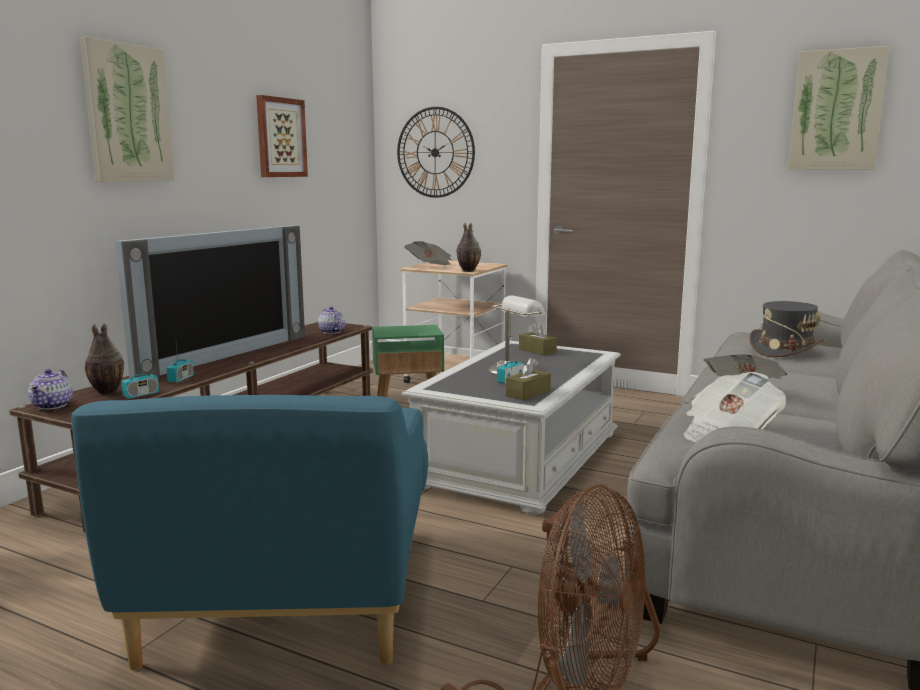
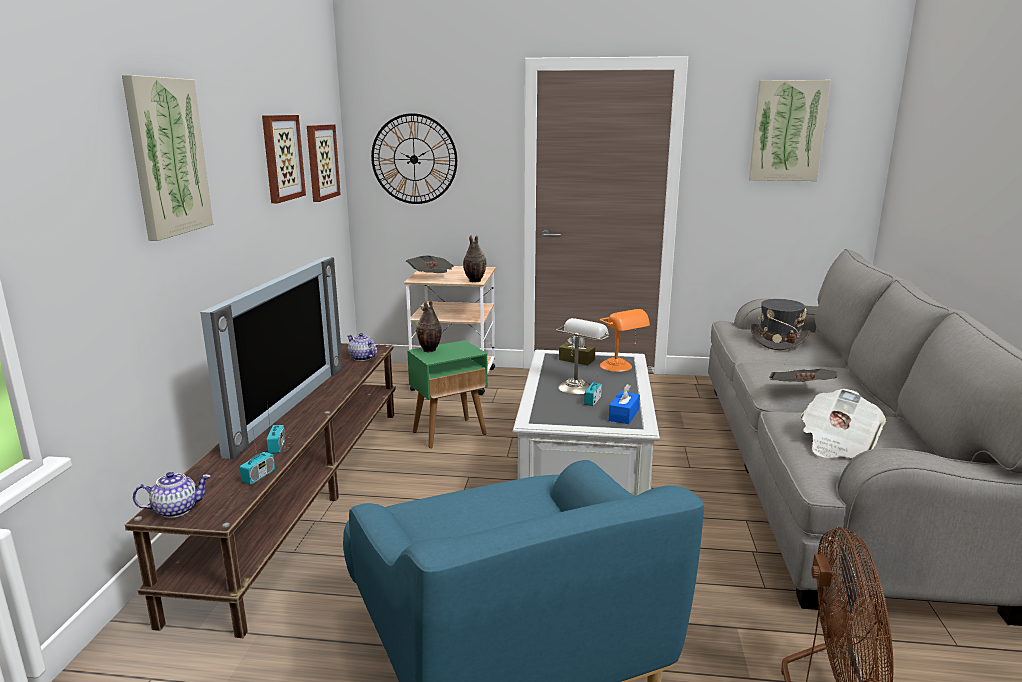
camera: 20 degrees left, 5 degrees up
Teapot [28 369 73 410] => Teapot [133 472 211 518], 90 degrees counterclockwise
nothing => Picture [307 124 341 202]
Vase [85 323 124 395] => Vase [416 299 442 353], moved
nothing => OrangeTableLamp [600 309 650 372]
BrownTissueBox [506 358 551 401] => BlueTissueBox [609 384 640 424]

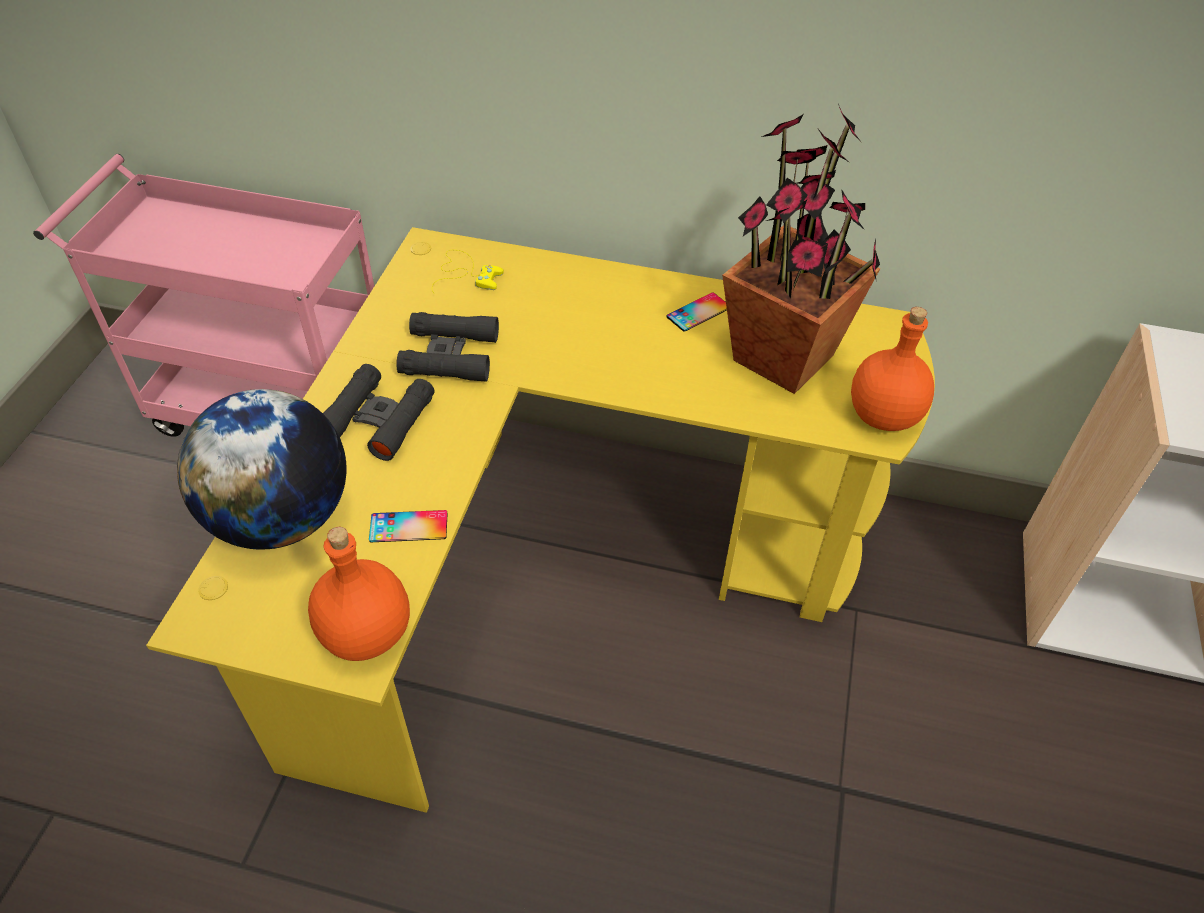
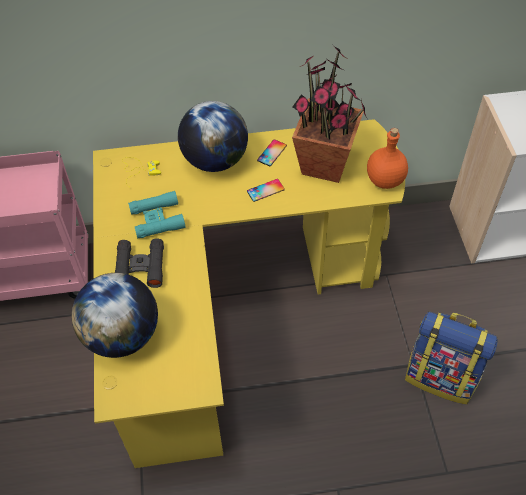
camera: 20 degrees left, 5 degrees up
BlackBinoculars [397 312 499 382] => TurquoiseBinoculars [128 191 186 239]
nothing => Globe [178 101 248 172]
Phone [369 510 447 542] => Phone [247 179 285 202], moved
nothing => Backpack [405 311 497 405]
OrangeBottle [308 527 410 661] => nothing

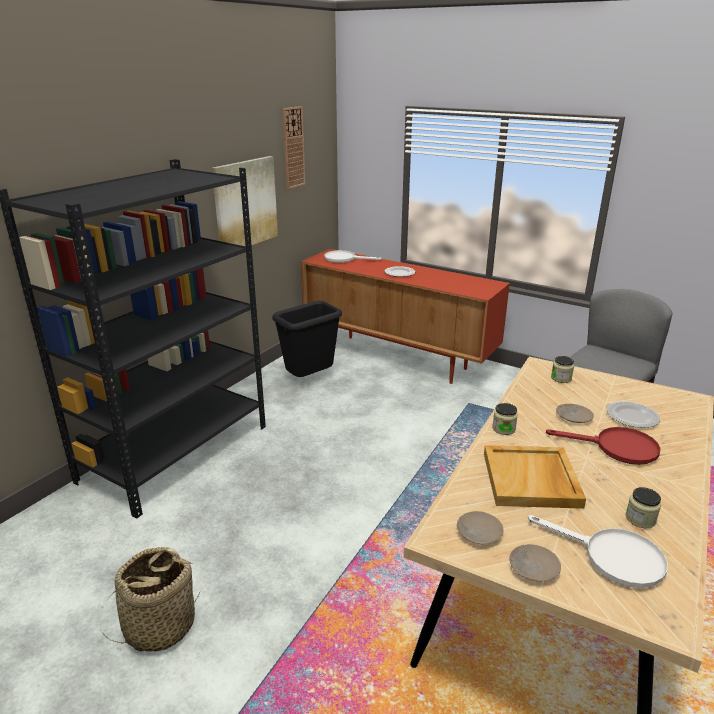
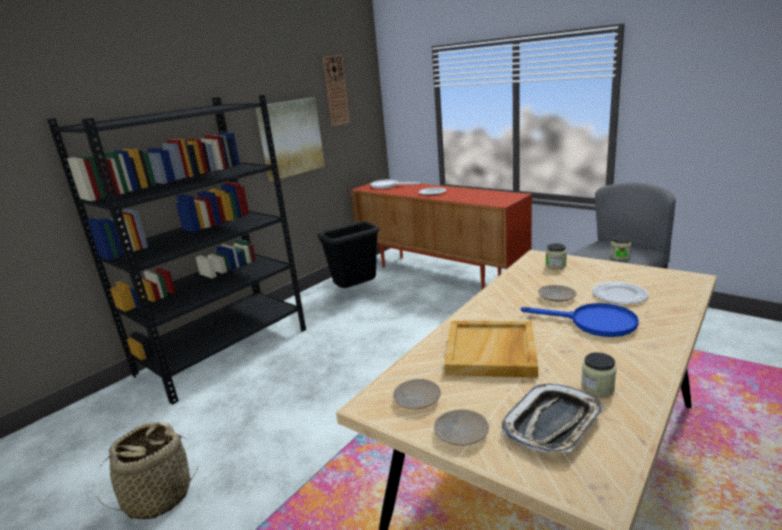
camera: 10 degrees right, 5 degrees down
WhiteFryingPan [528 515 668 588] => Tray [502 383 602 452]
RedFryingPan [546 427 660 465] => BlueFryingPan [521 303 639 337]
Jar [492 403 518 435] => Jar [610 236 631 260], moved

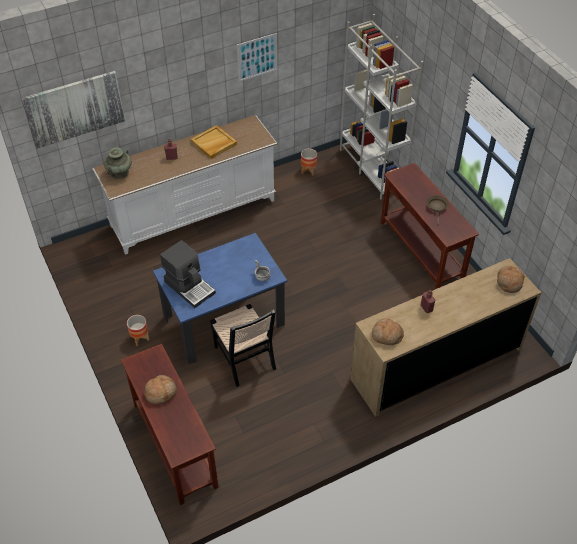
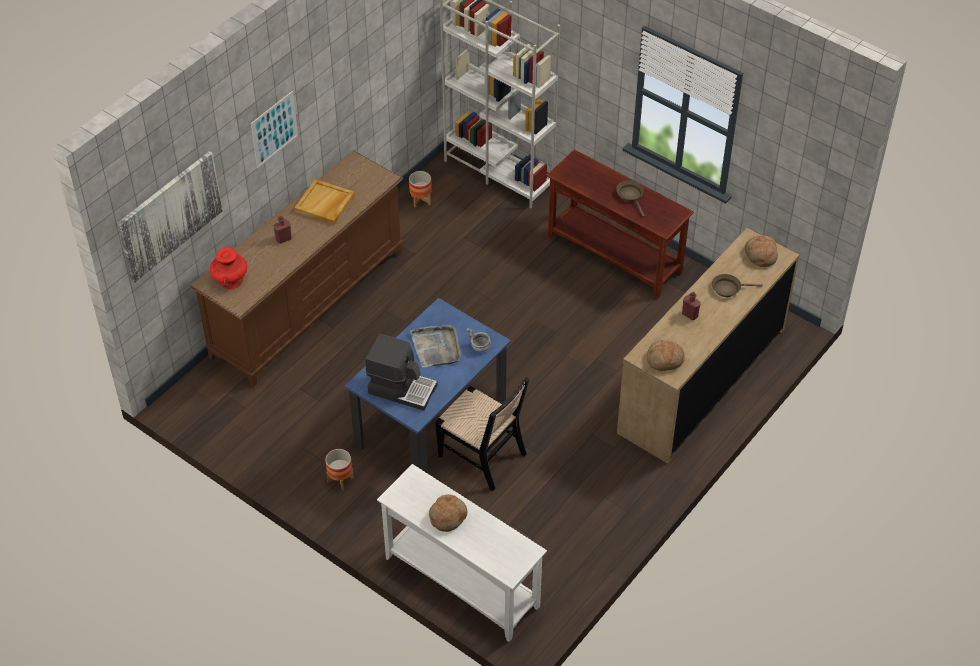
camera: 25 degrees left, 0 degrees up
WhiteCabinet [92 115 278 255] => BrownCabinet [190 150 404 387]
TurquoiseVase [104 147 132 179] => RedVase [210 247 247 290]
Picture [237 33 277 82] => Picture [251 91 298 168], moved
BrownConsoleTable [121 344 219 505] => WhiteConsoleTable [377 464 547 642]
nothing => GreyTray [410 325 462 368]
nothing => BrownFryingPan [712 274 763 297]

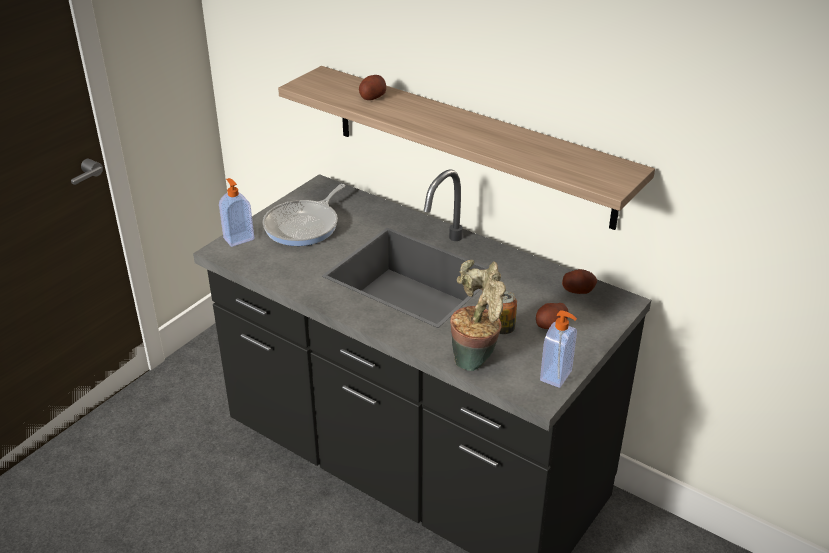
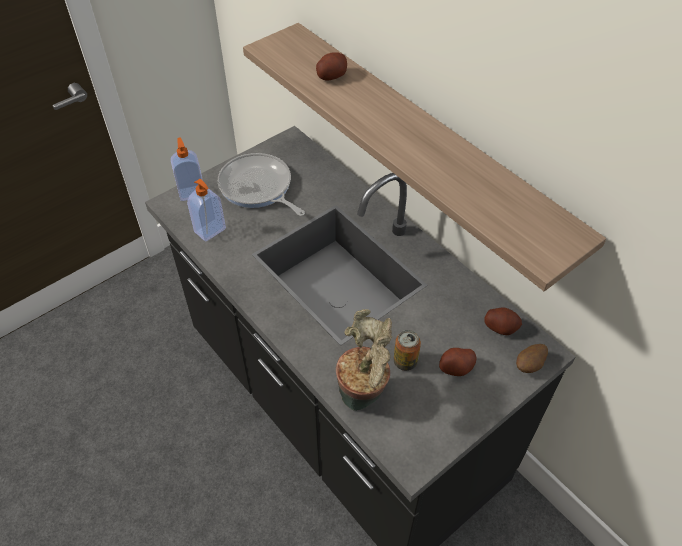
camera: 15 degrees right, 15 degrees up
SoapDispenser [540 311 577 388] => SoapDispenser [187 179 226 242], moved
FryingPan [263 184 345 246] => FryingPan [218 153 305 216], 90 degrees clockwise
nothing => Potato [516 344 548 373]

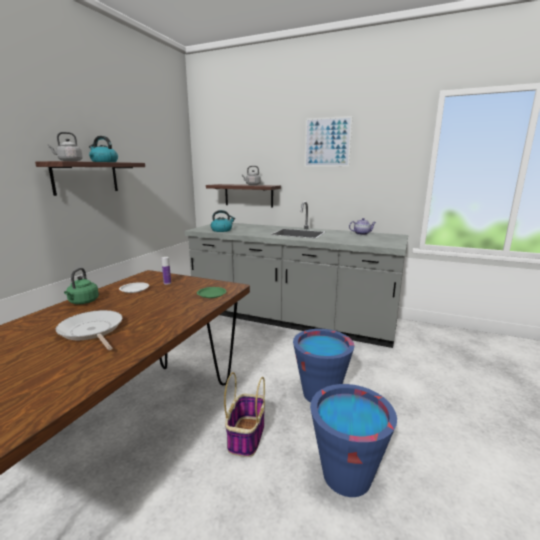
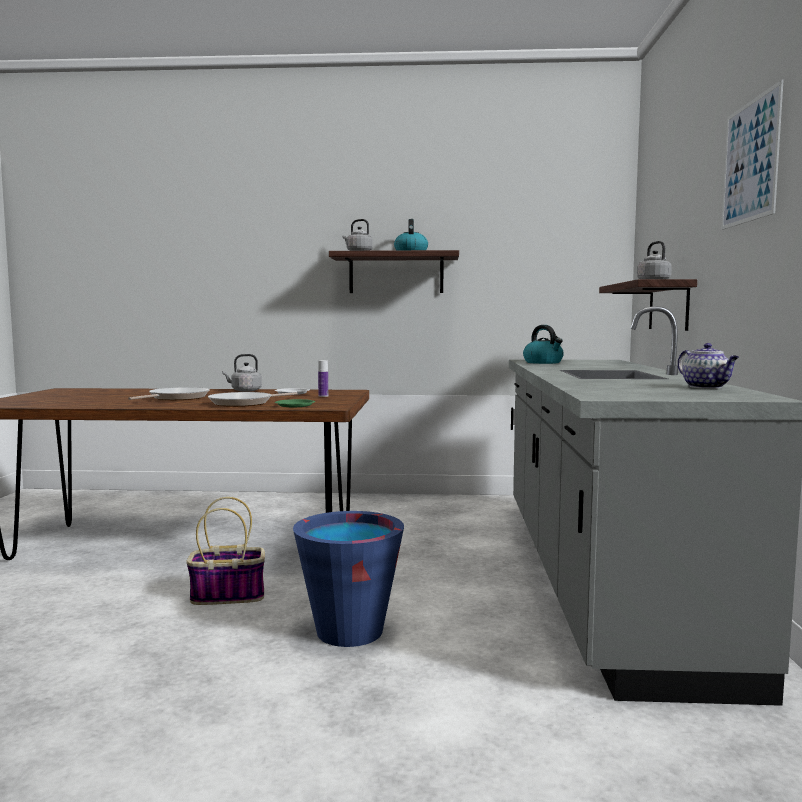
camera: 70 degrees right, 10 degrees down
nothing => FryingPan [208 392 298 407]
GreenKettle [64 268 99 304] => GreyKettle [222 354 262 392]
BlueBucket [310 384 397 497] => nothing

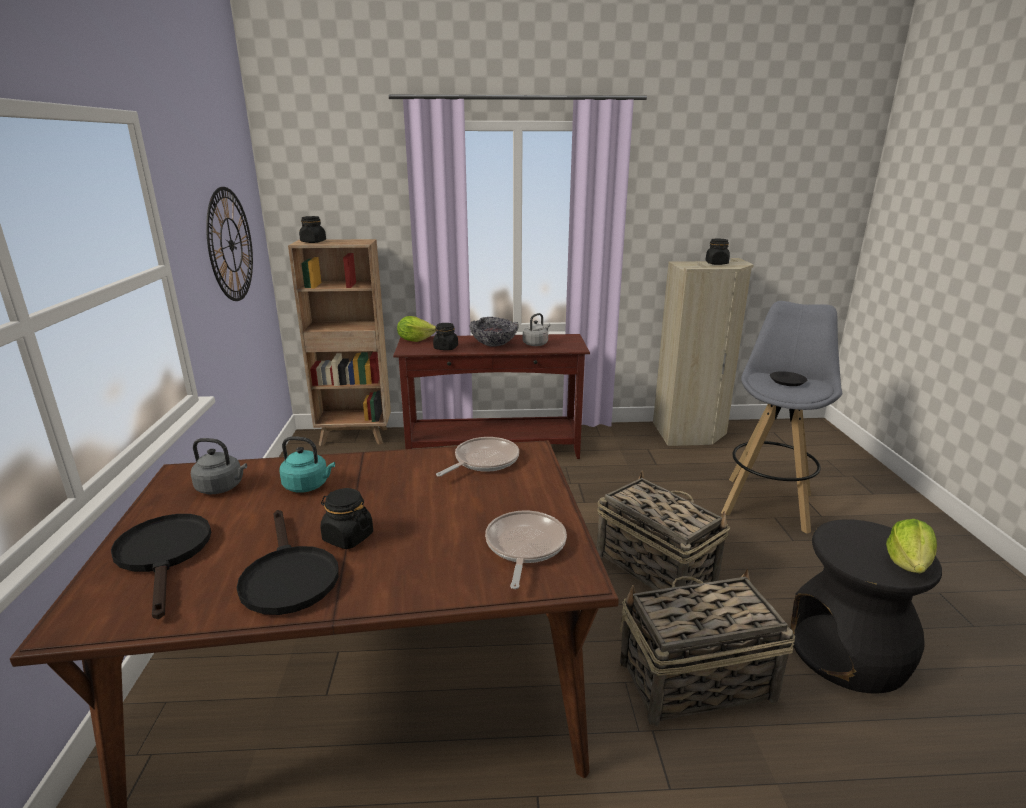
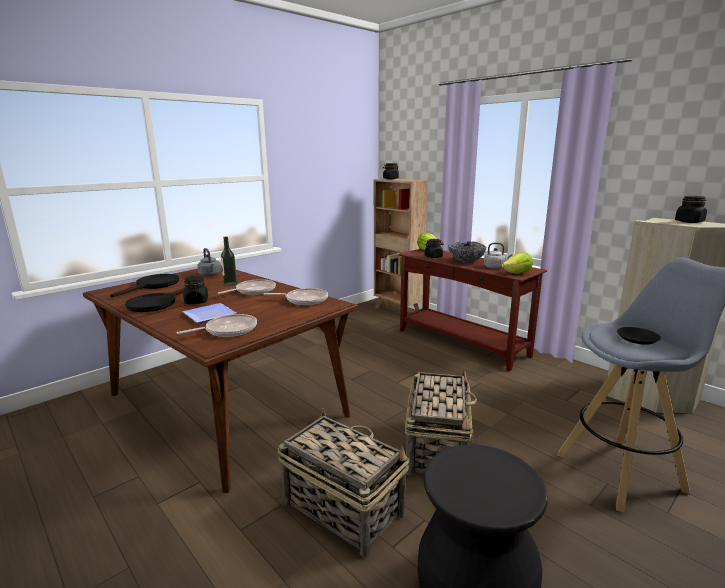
camera: 50 degrees right, 5 degrees down
nothing => Plate [183 303 236 323]
nothing => FryingPan [218 279 276 295]
TurquoiseKettle [279 436 335 493] => Bottle [221 236 237 286]
Lettuce [886 519 937 573] => Lettuce [501 252 533 274], moved
WallClock [206 187 253 301] => nothing

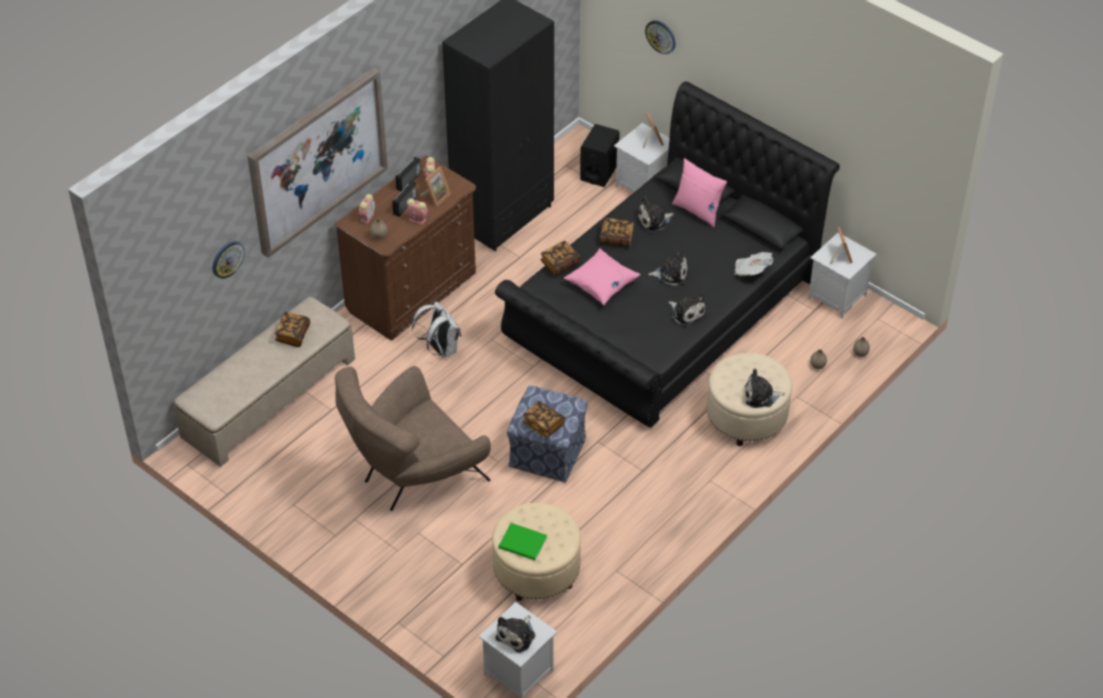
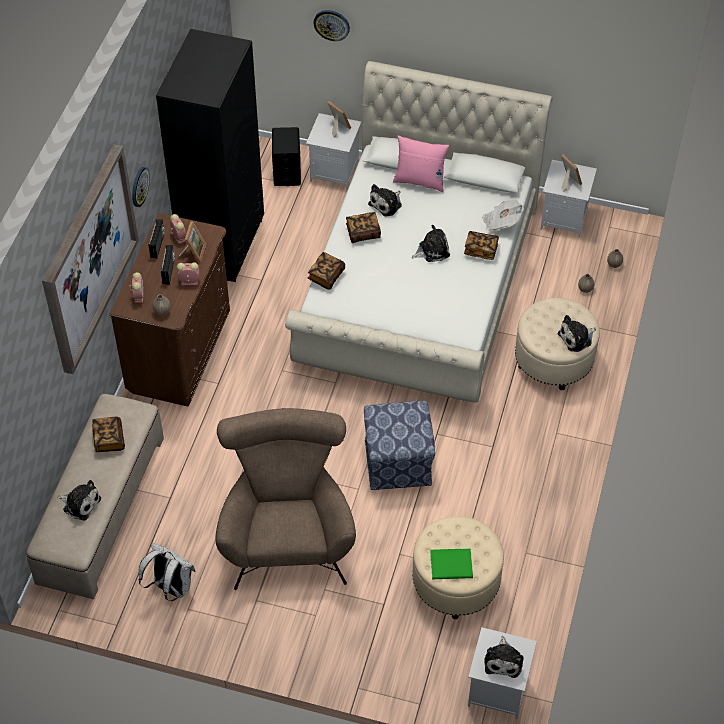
camera: 25 degrees left, 5 degrees up
PlushToy [669 294 706 327] => PlushToy [57 480 101 521], moved
WallClock [213 241 245 279] => WallClock [132 167 150 207], moved
WhiteBackpack [412 301 462 358] => WhiteBackpack [139 543 196 601], moved
BrownArmchair [335 366 491 511] => BrownArmchair [215 408 356 590], 150 degrees clockwise
BlackBed [495 81 840 427] => BeigeBed [285 61 552 403]
Book [522 401 565 438] => Book [464 231 499 260], moved
PinkPillow [564 248 641 305] => nothing

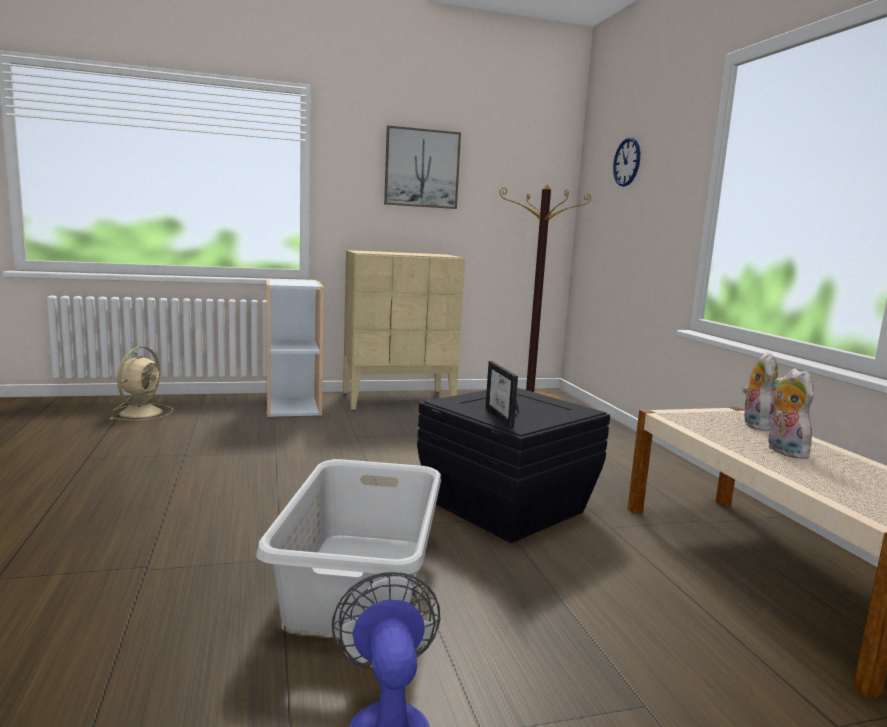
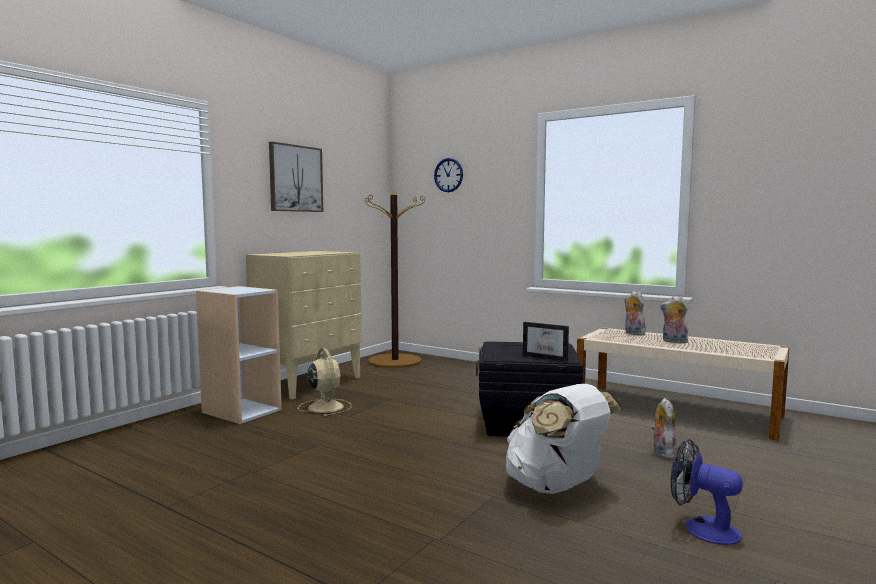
camera: 40 degrees left, 5 degrees down
BeigeFan [109 347 173 420] => BeigeFan [298 348 351 417], moved
GreyLaundryBasket [256 459 441 634] => WhiteBackpack [506 384 621 494]
nothing => PlushToy [651 398 677 459]

